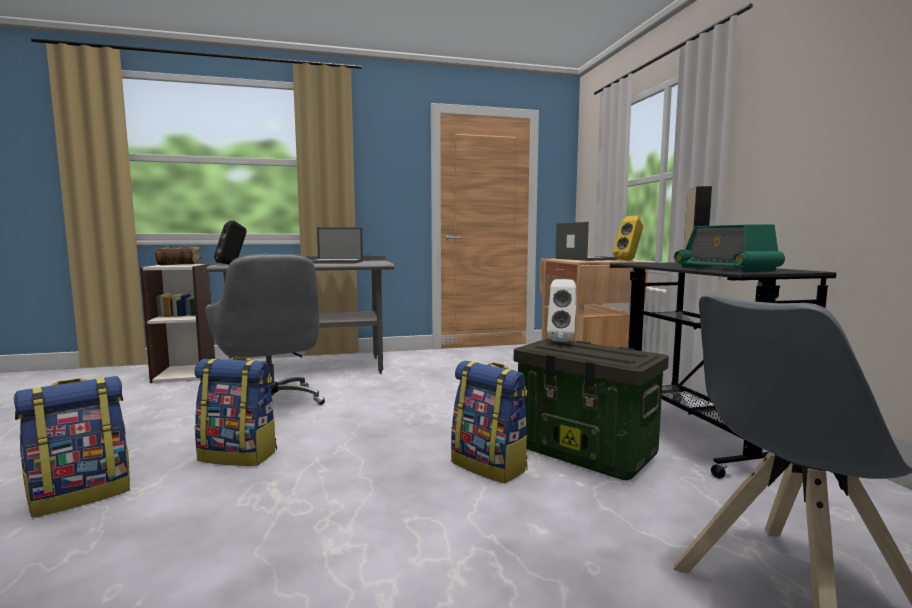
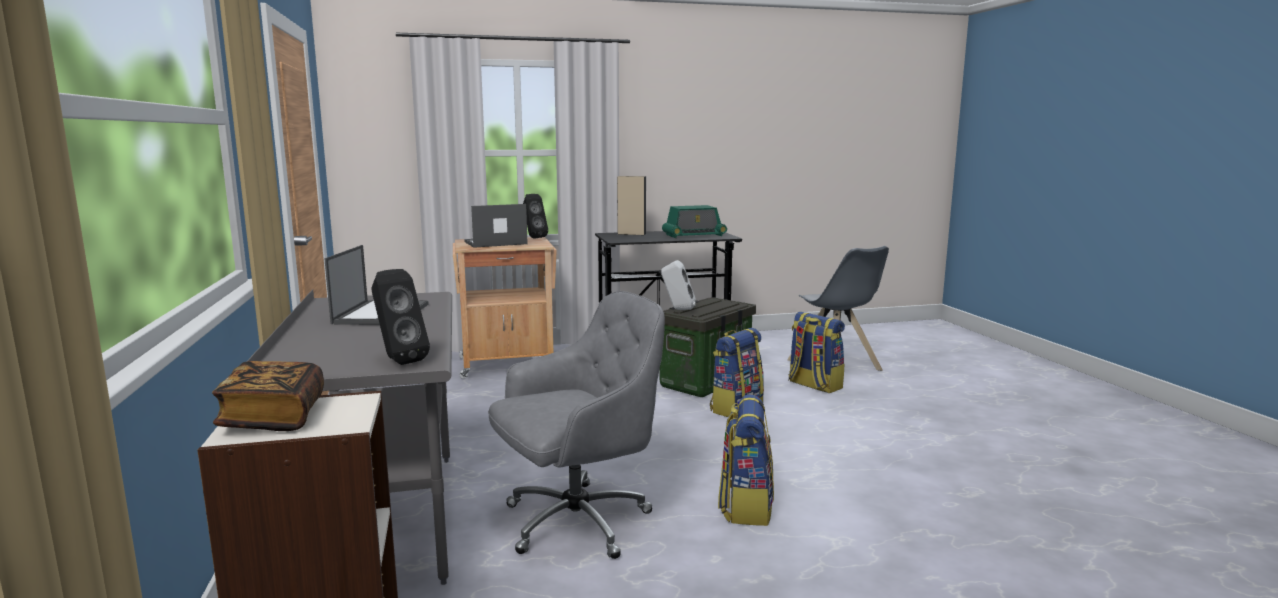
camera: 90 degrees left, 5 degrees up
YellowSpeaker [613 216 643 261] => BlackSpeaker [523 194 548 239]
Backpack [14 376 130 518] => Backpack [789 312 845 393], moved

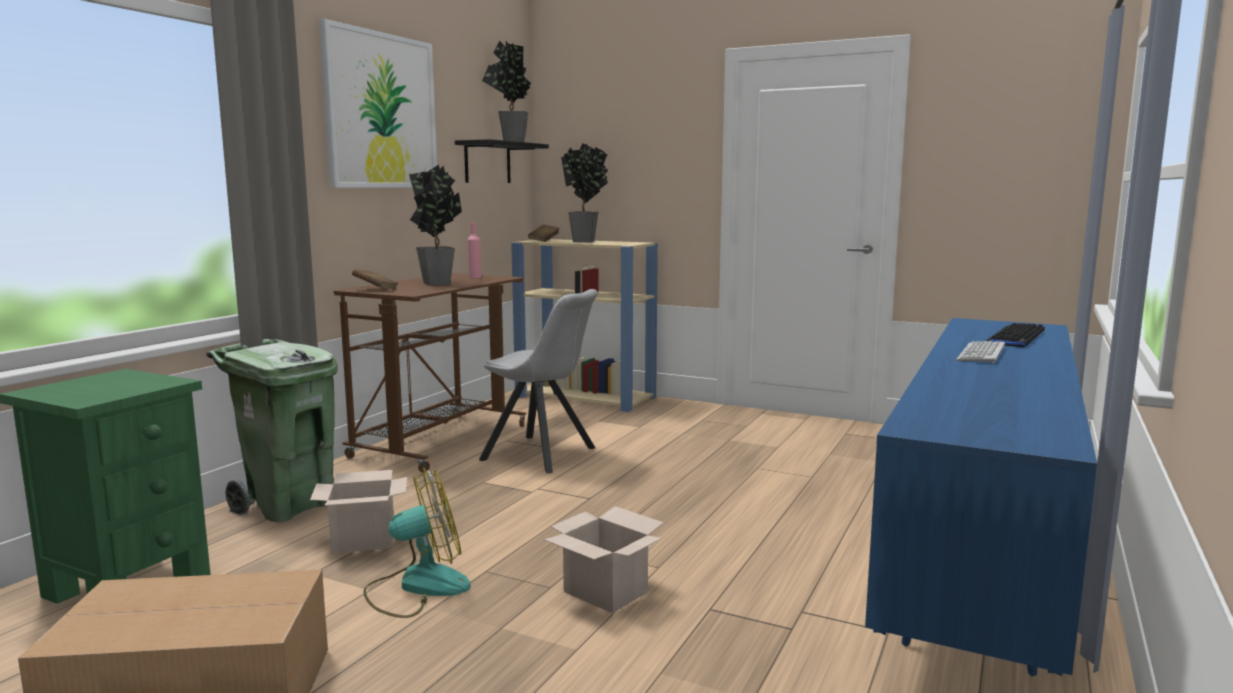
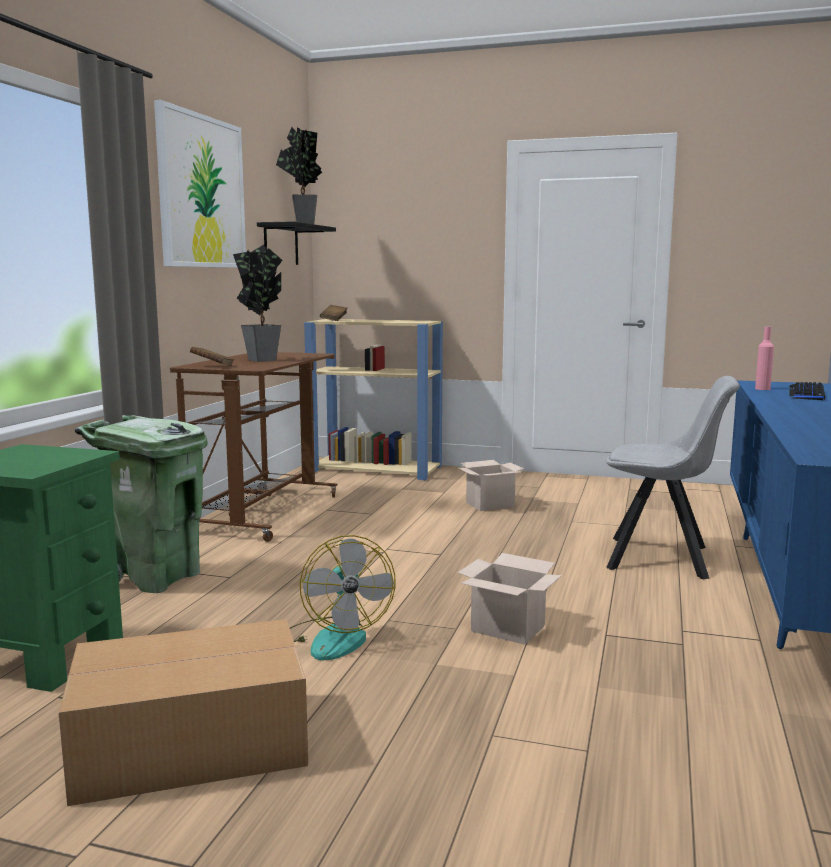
camera: 10 degrees left, 0 degrees up
Fan [363 468 471 618] => Fan [290 535 396 660], 105 degrees clockwise
CardboardBox [310 470 407 554] => CardboardBox [458 460 524 511], moved
GreyChair [479 289 598 473] => GreyChair [606 376 740 579], moved
PinkBottle [468 222 482 278] => PinkBottle [755 327 774 390], moved
PottedPlant [561 143 608 243] => nothing
Keyboard [956 341 1005 363] => nothing

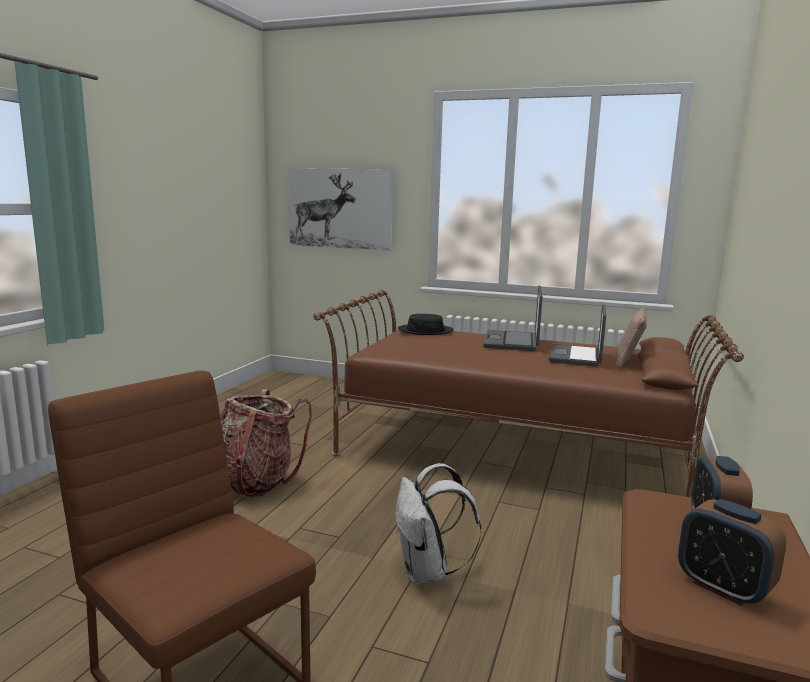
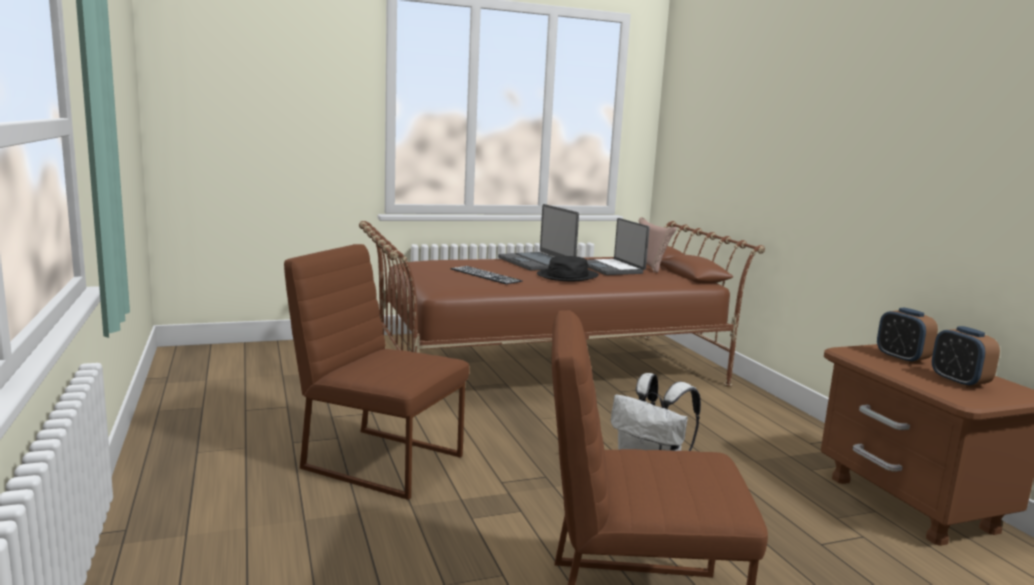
camera: 40 degrees left, 0 degrees up
Backpack [220 389 312 499] => BrownChair [284 244 469 500]
nothing => Keyboard [450 266 523 284]
BlackHat [398 314 454 335] => BlackHat [537 256 599 281], moved
AlarmClock [678 499 786 606] => AlarmClock [932 326 1000 388], 60 degrees clockwise
Picture [288 168 394 251] => nothing

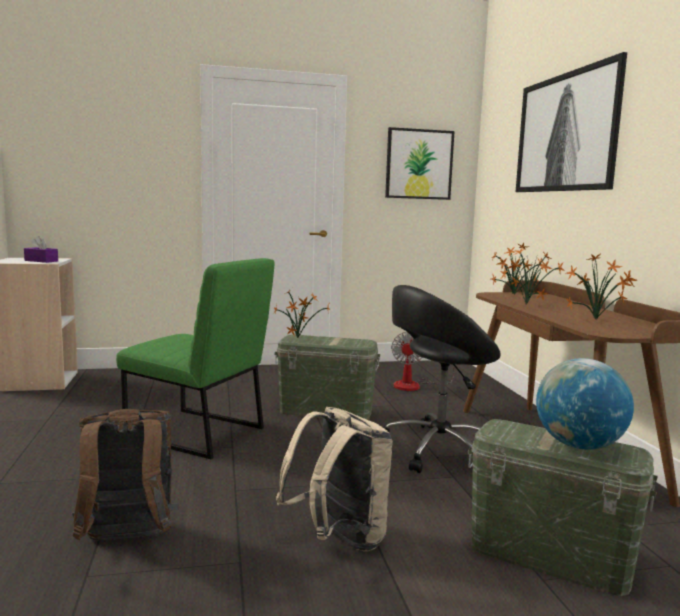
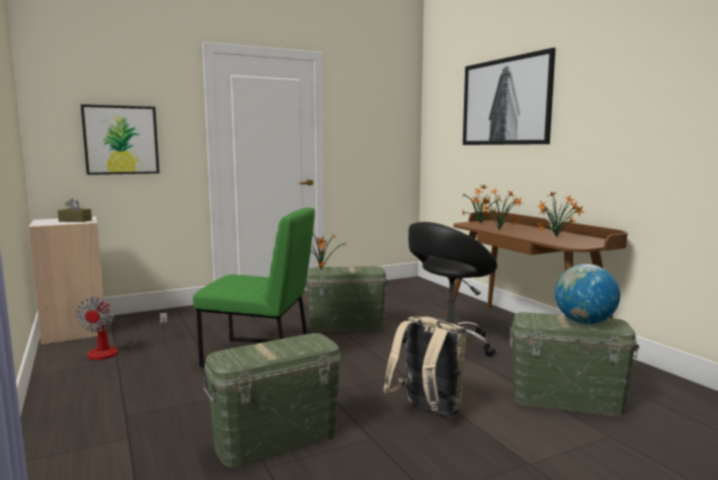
camera: 15 degrees left, 0 degrees up
PurpleTissueBox [24 236 58 263] => BrownTissueBox [58 198 92 222]
Fan [391 332 454 391] => Fan [76 297 167 360], moved
Picture [385 127 455 200] => Picture [81 104 159 175], moved
BrownBackpack [72 409 178 541] => GreenStorageBox [202 333 343 468]

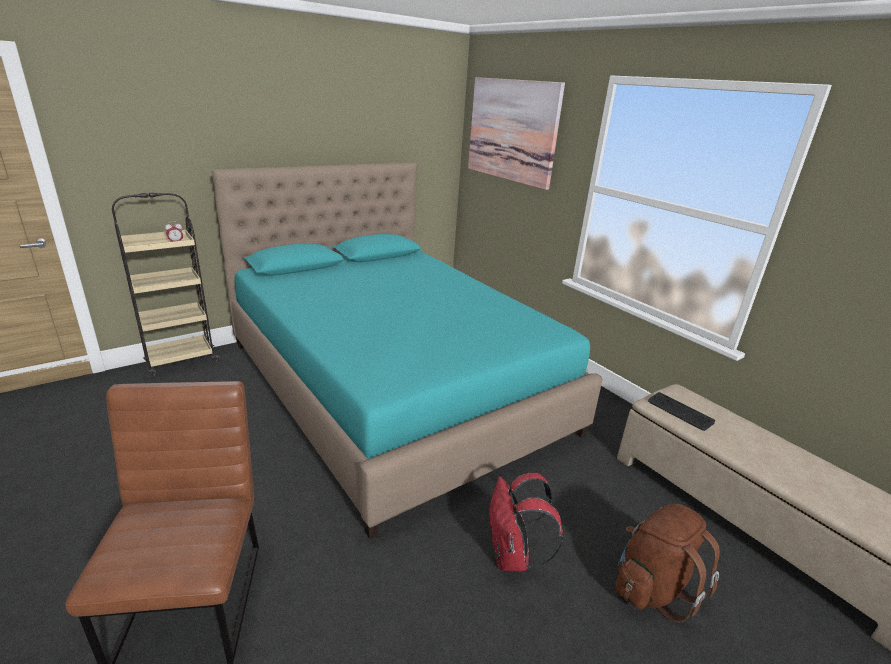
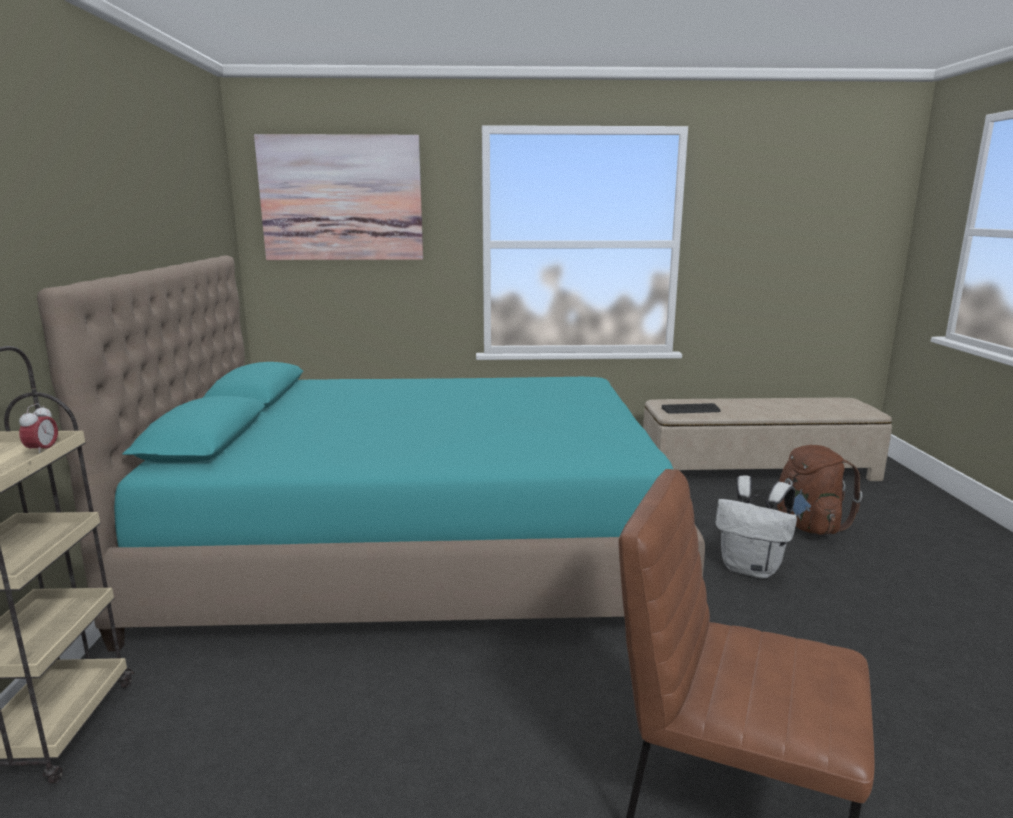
camera: 55 degrees left, 10 degrees down
RedBackpack [489 472 563 571] => WhiteBackpack [715 475 797 579]

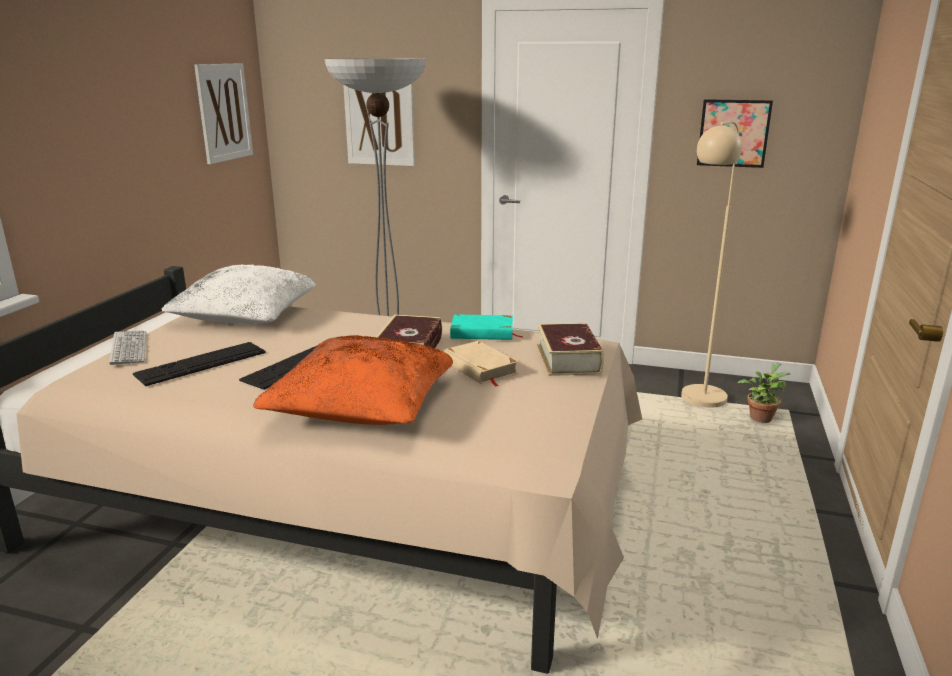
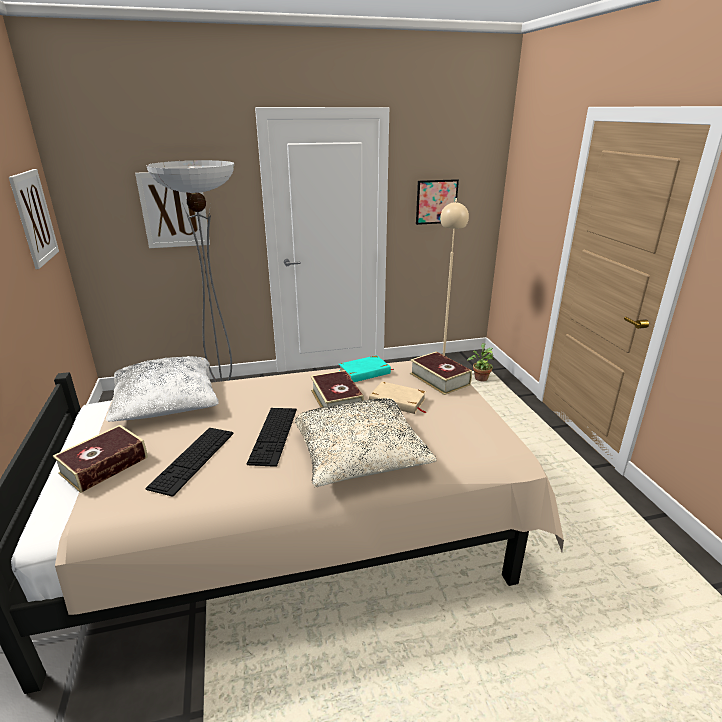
camera: 30 degrees left, 5 degrees up
Keyboard [109 330 147 365] => Book [53 425 148 493]
OrangePillow [253 335 453 425] => BeigePillow [295 398 436 487]

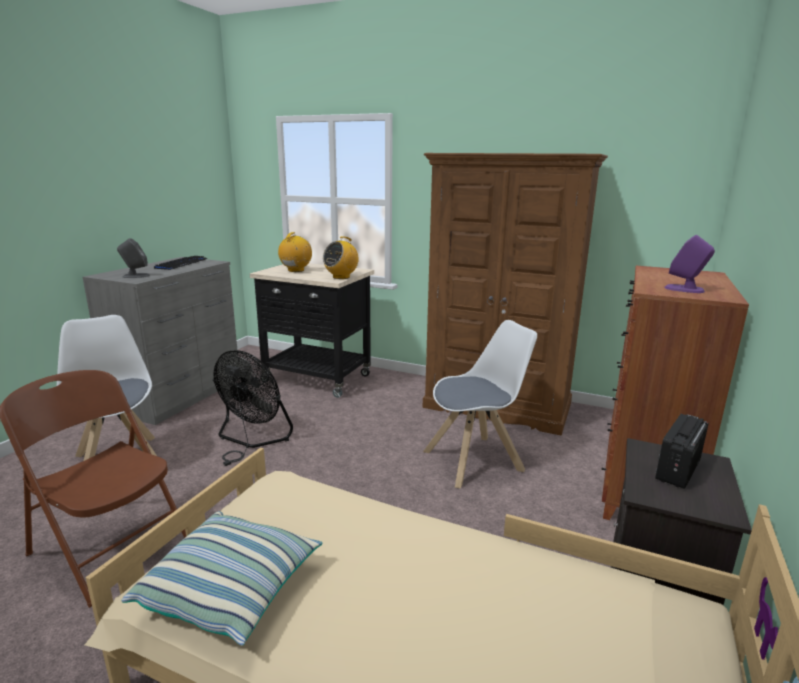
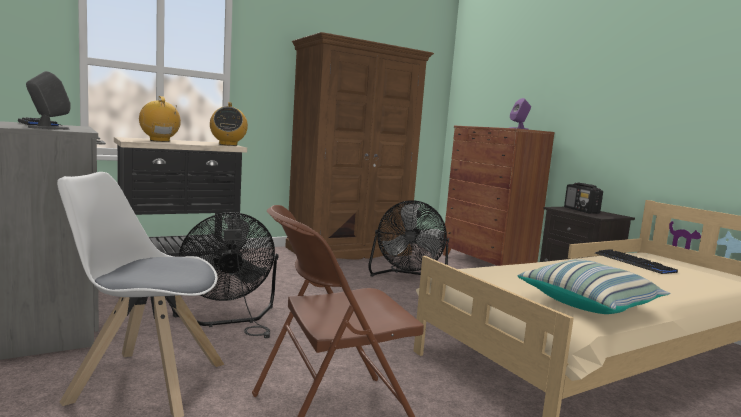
camera: 55 degrees left, 10 degrees down
Chair [423 320 537 489] => BlackFan [368 200 449 277]
nothing => Keyboard [595 249 678 274]

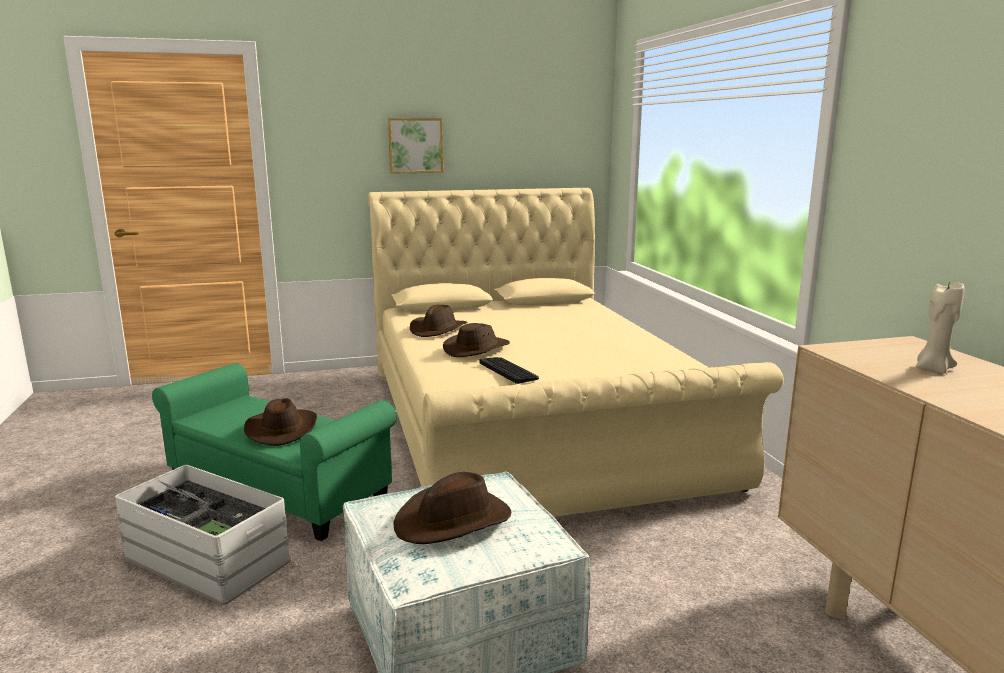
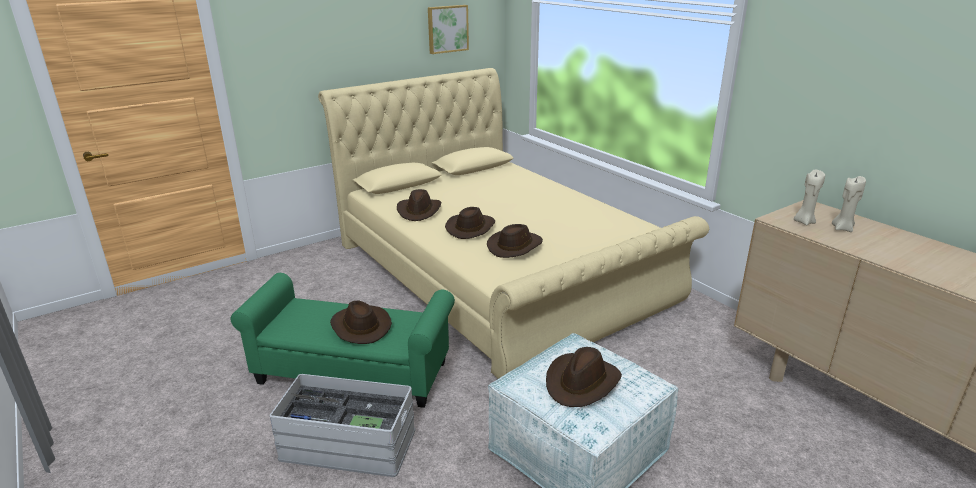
camera: 20 degrees left, 10 degrees up
Picture [388 118 443 174] => Picture [428 5 469 54], moved
Keyboard [480 357 539 384] => BrownHat [487 224 543 258]
nothing => BeigeCandle [794 170 825 225]

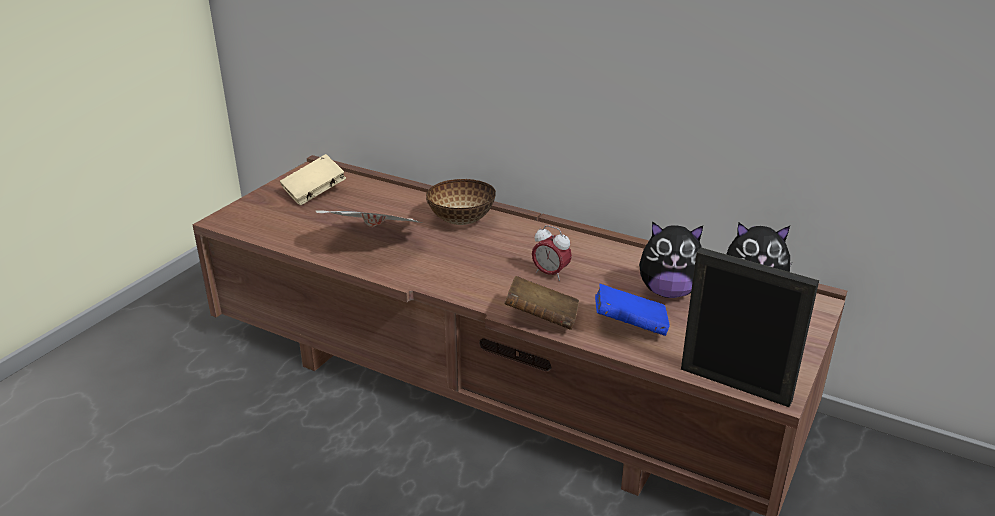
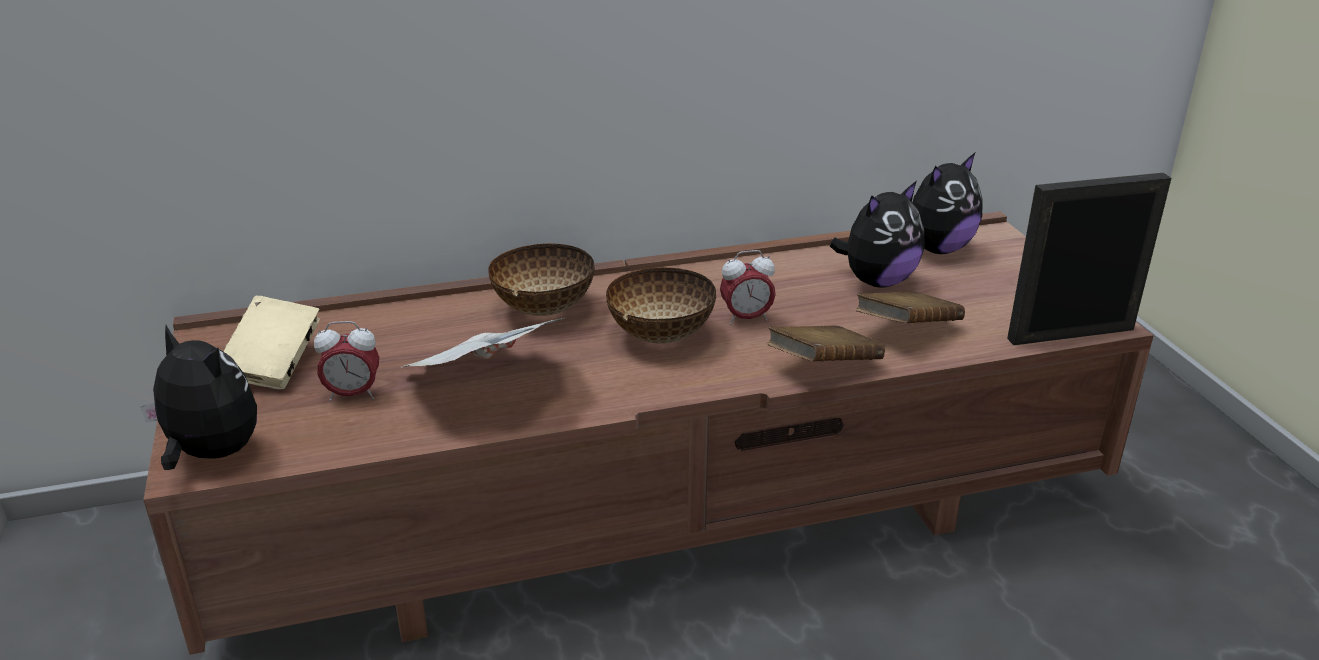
camera: 45 degrees left, 0 degrees up
nothing => PlushToy [141 325 257 470]
nothing => AlarmClock [314 321 379 401]
nothing => Bowl [606 267 716 344]
BlueBook [595 284 669 336] => BrownBook [856 291 965 323]

